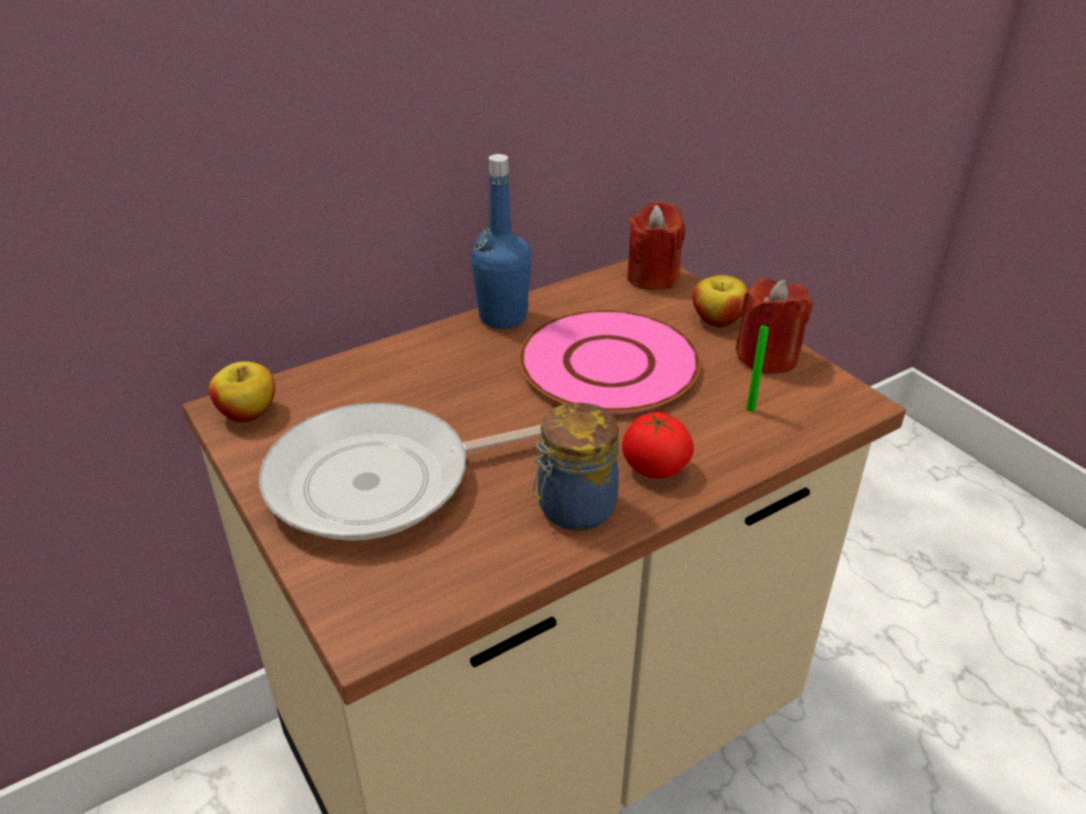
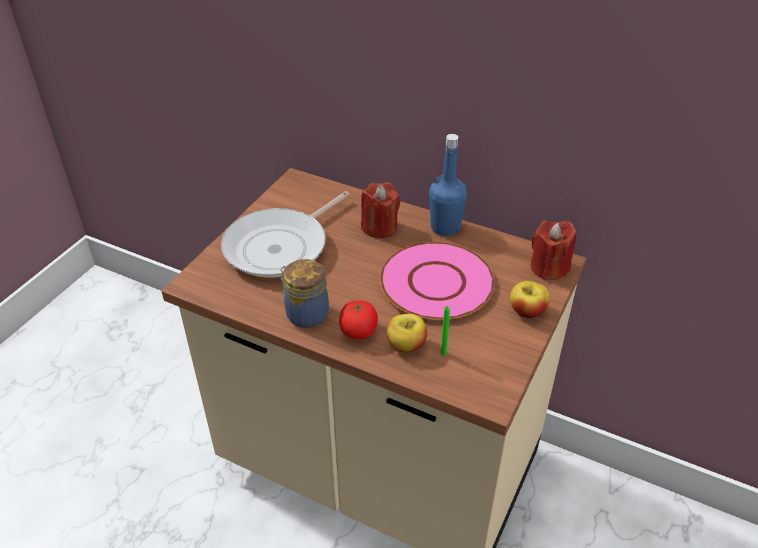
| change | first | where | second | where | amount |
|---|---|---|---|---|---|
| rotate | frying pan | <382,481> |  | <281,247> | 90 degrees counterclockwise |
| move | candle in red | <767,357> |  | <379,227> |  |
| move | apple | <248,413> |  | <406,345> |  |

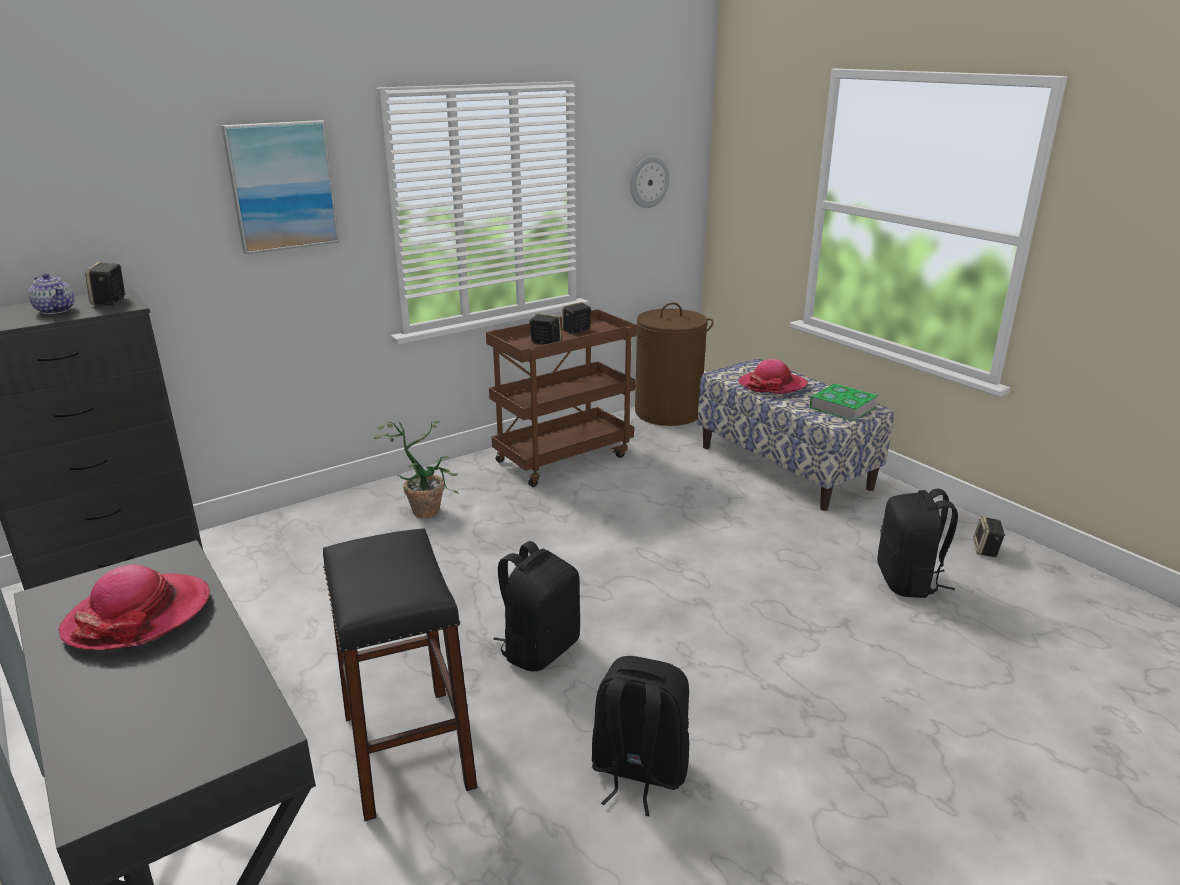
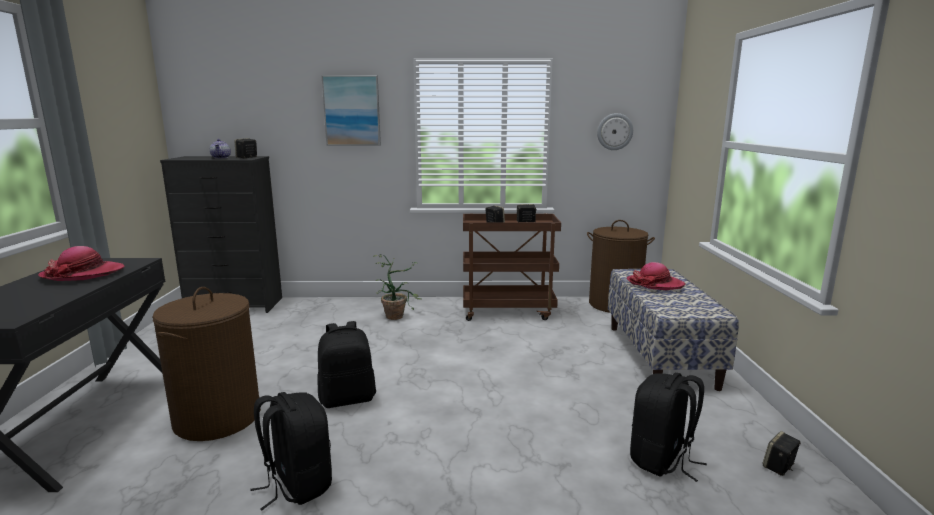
| change | first | where | second | where | amount |
|---|---|---|---|---|---|
| replace | stool in black | <407,750> | laundry basket in brown | <218,418> |  |
| delete | book | <842,407> |  |  |  |

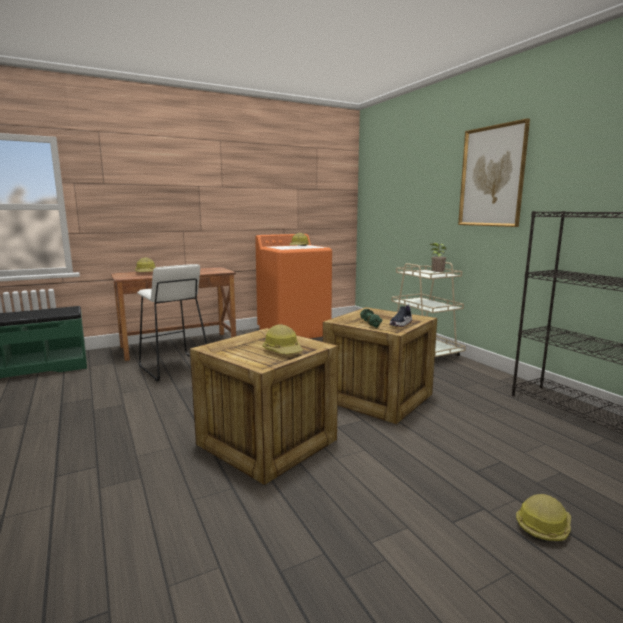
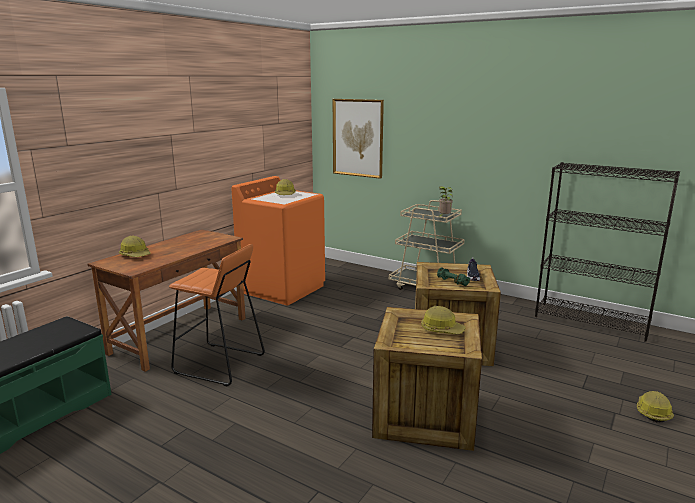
| change | first | where | second | where | amount |
|---|---|---|---|---|---|
| recolor | stool in white | <174,367> | stool in orange | <219,364> |  |
| move | picture | <492,176> |  | <358,138> |  |

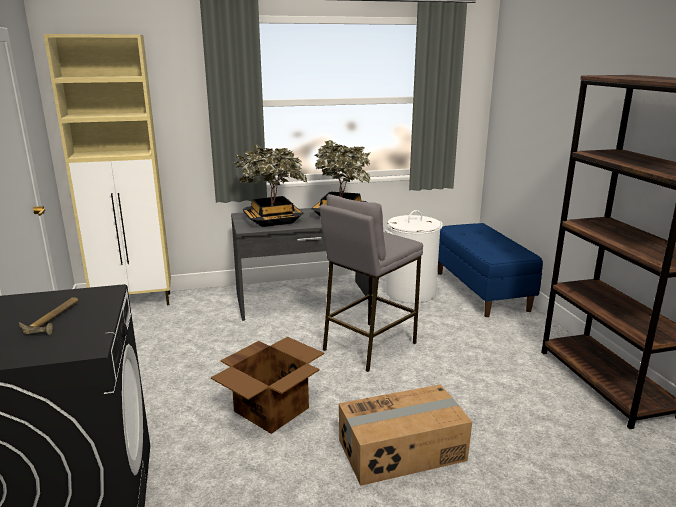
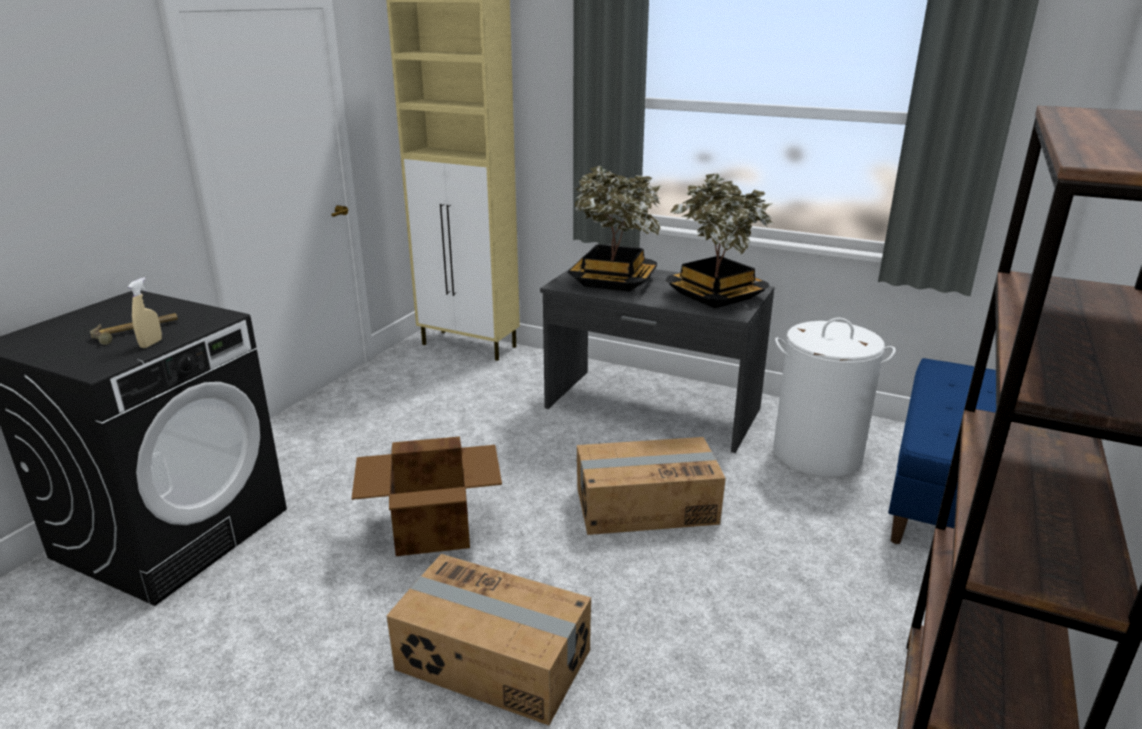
| change | first | where | second | where | amount |
|---|---|---|---|---|---|
| insert |  |  | spray bottle in beige | <151,344> |  |
| replace | stool in grey | <368,346> | cardboard box | <645,505> |  |

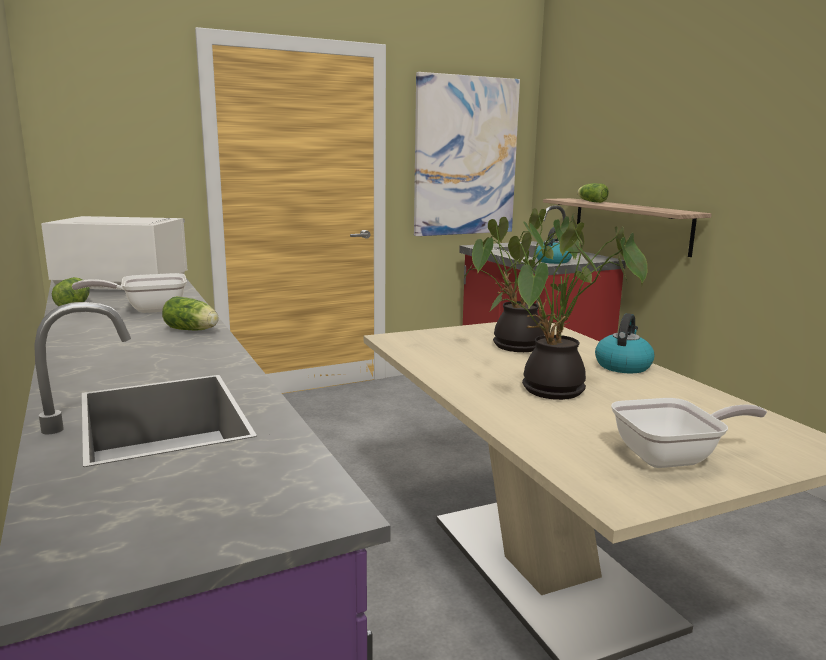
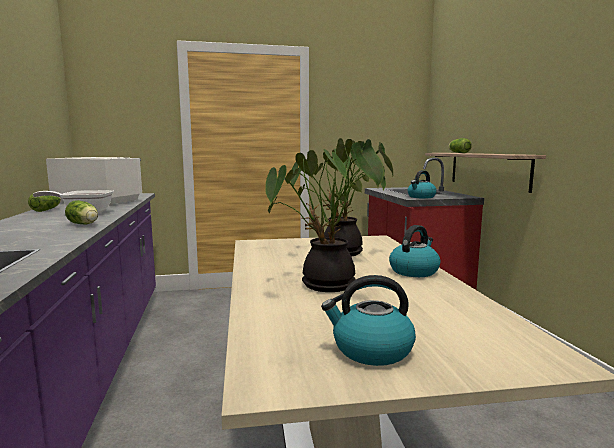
| change | first | where | second | where | amount |
|---|---|---|---|---|---|
| replace | frying pan | <673,457> | kettle | <371,350> |  |
| delete | picture | <465,157> |  |  |  |

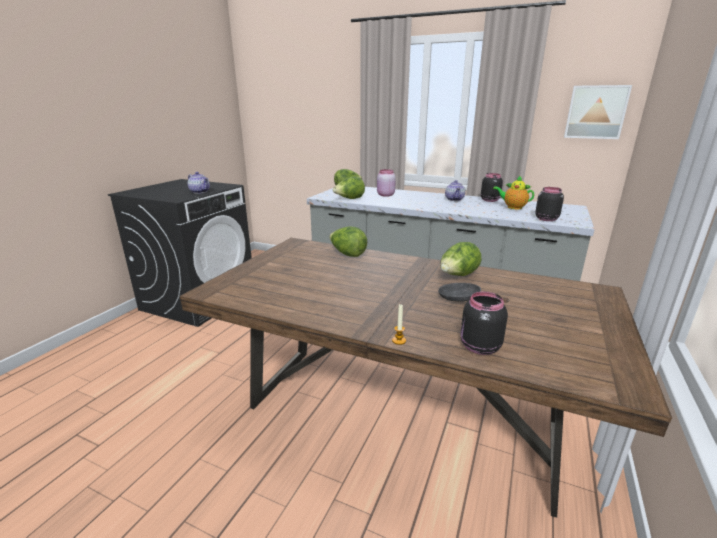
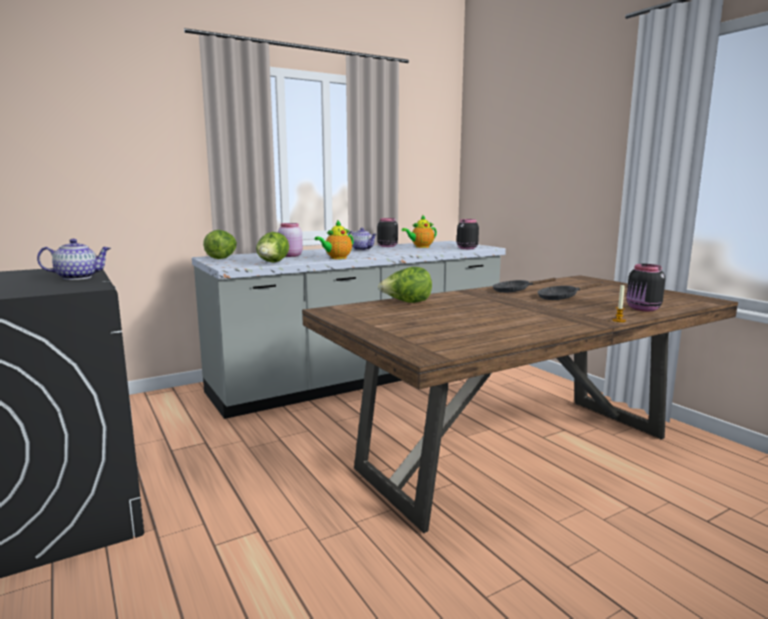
| change | first | where | second | where | amount |
|---|---|---|---|---|---|
| insert |  |  | teapot | <336,258> |  |
| replace | lettuce | <458,276> | frying pan in black | <515,291> |  |
| delete | picture | <595,112> |  |  |  |

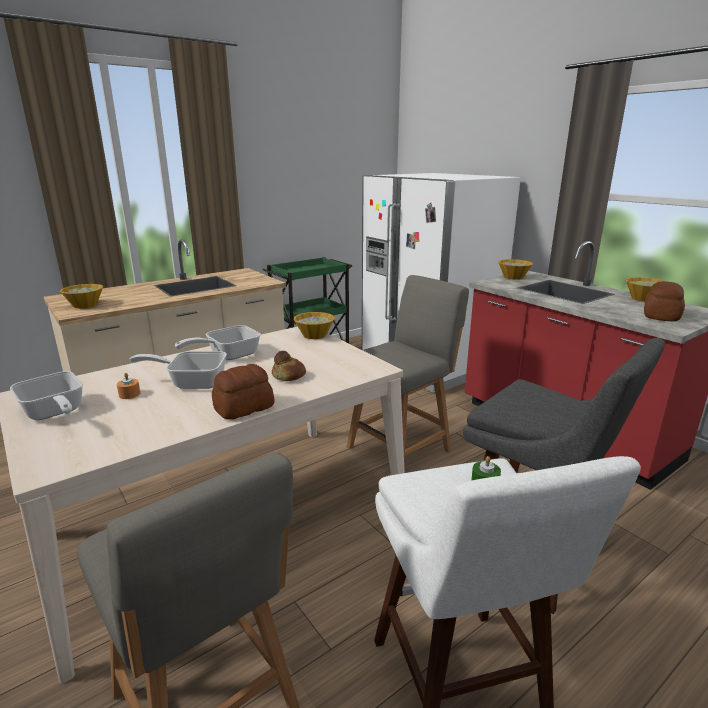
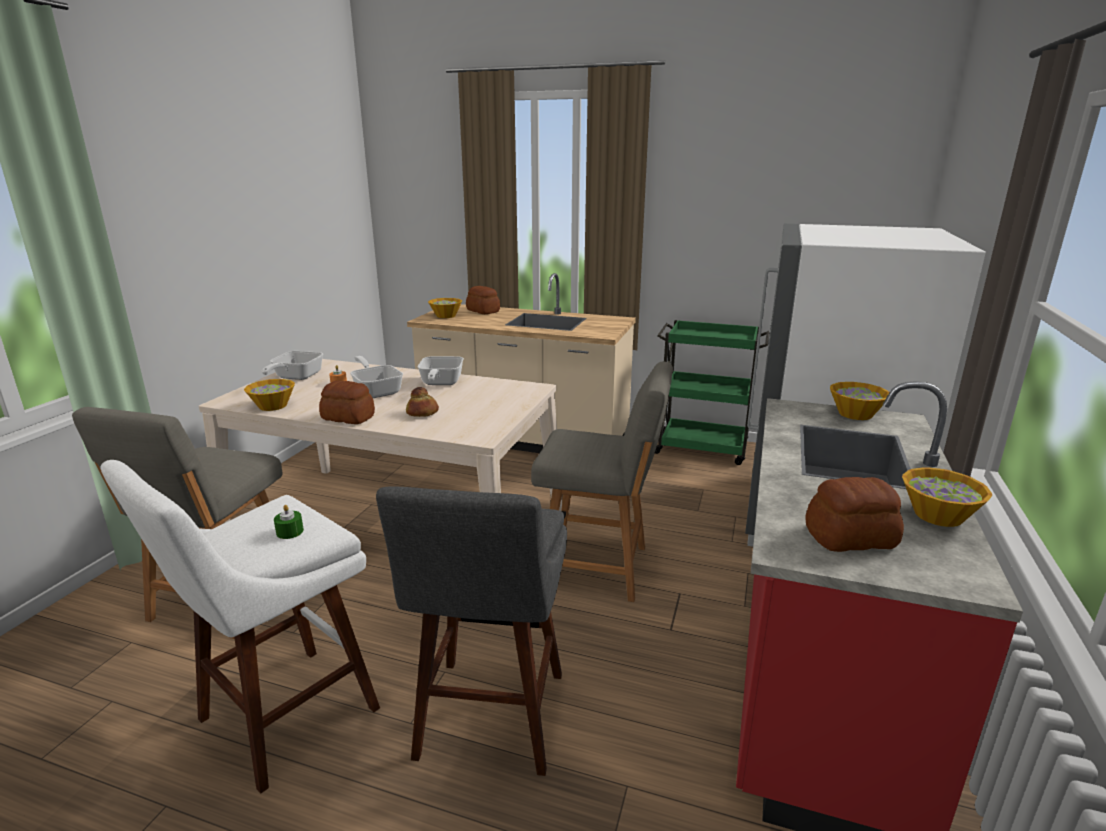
| change | first | where | second | where | amount |
|---|---|---|---|---|---|
| move | bowl | <314,335> |  | <272,406> |  |
| rotate | frying pan | <228,355> |  | <440,383> | 105 degrees counterclockwise |
| insert |  |  | bread | <483,311> |  |

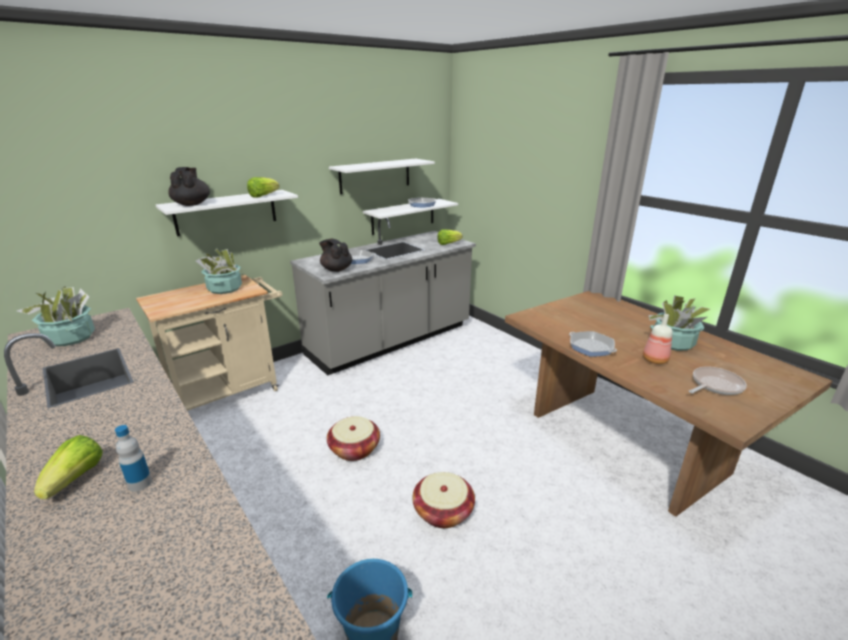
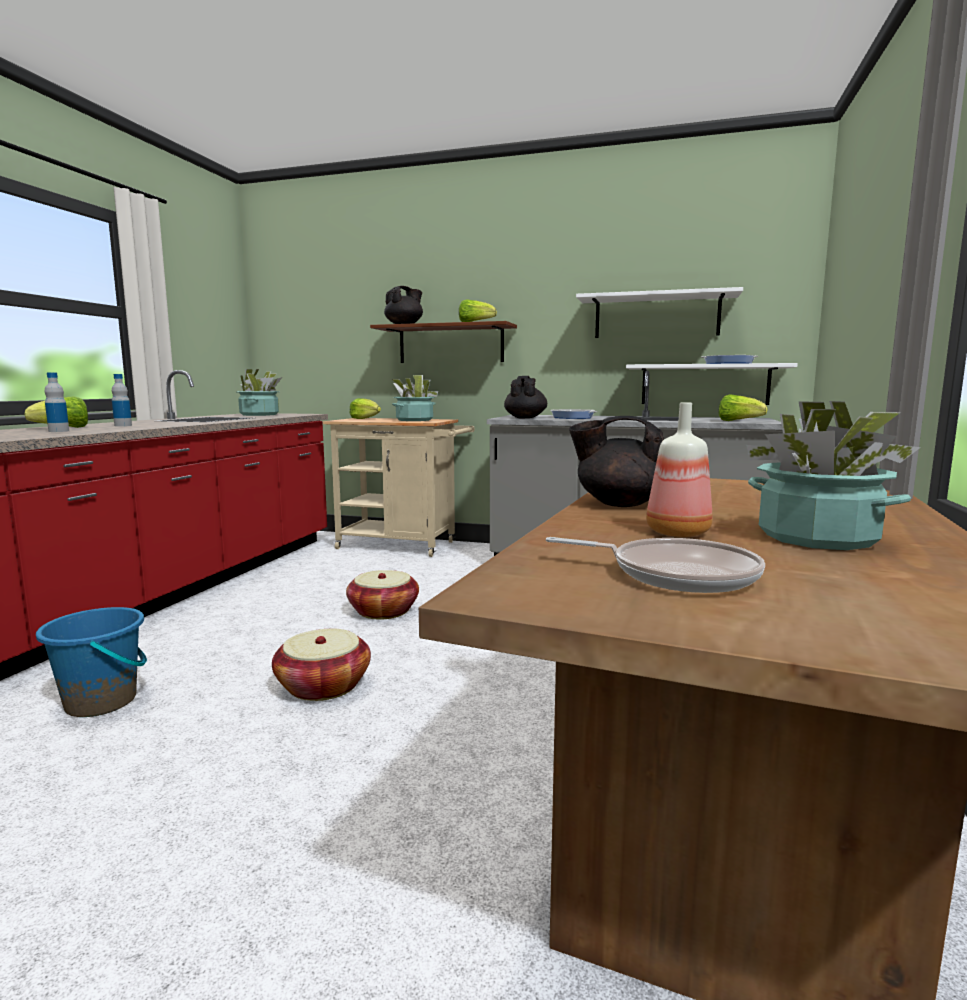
| change | first | where | second | where | amount |
|---|---|---|---|---|---|
| insert |  |  | bottle | <123,425> |  |
| insert |  |  | lettuce | <365,419> |  |
| recolor | shelf in white | <226,212> | shelf in brown | <451,344> |  |
| replace | frying pan | <591,347> | teapot in black | <619,504> |  |

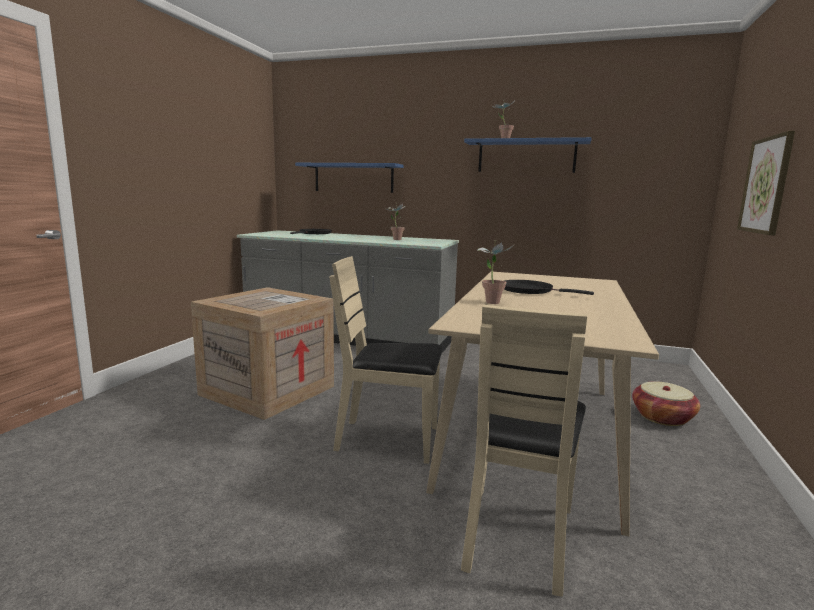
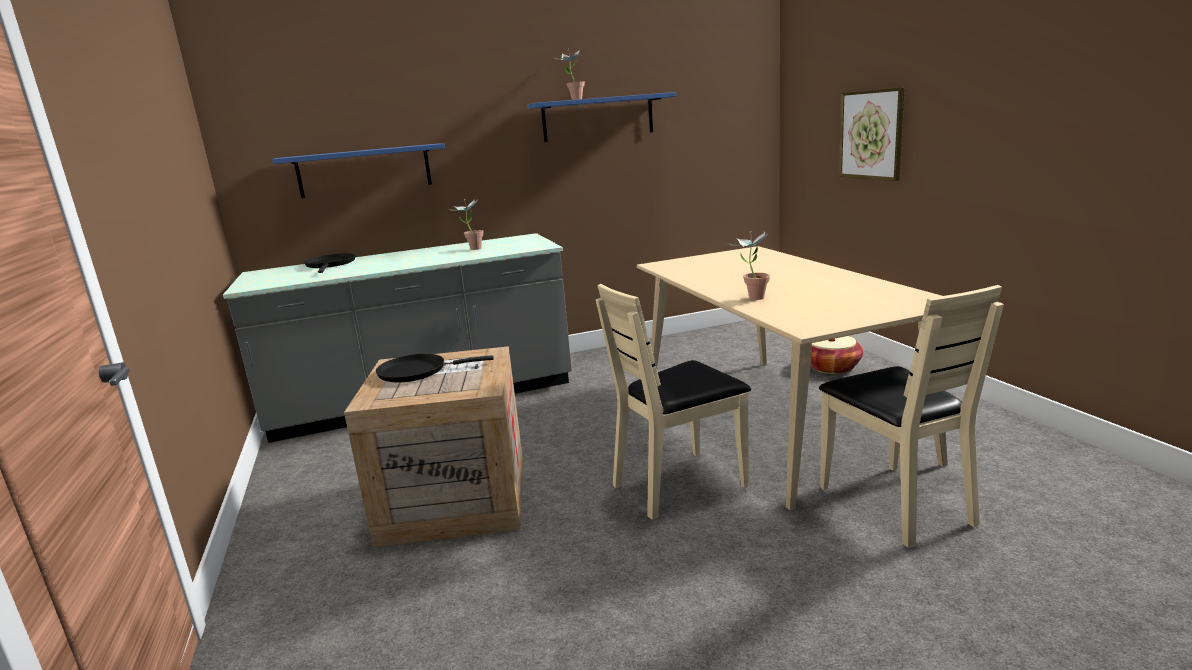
| change | first | where | second | where | amount |
|---|---|---|---|---|---|
| move | frying pan in black | <530,290> |  | <417,371> |  |

